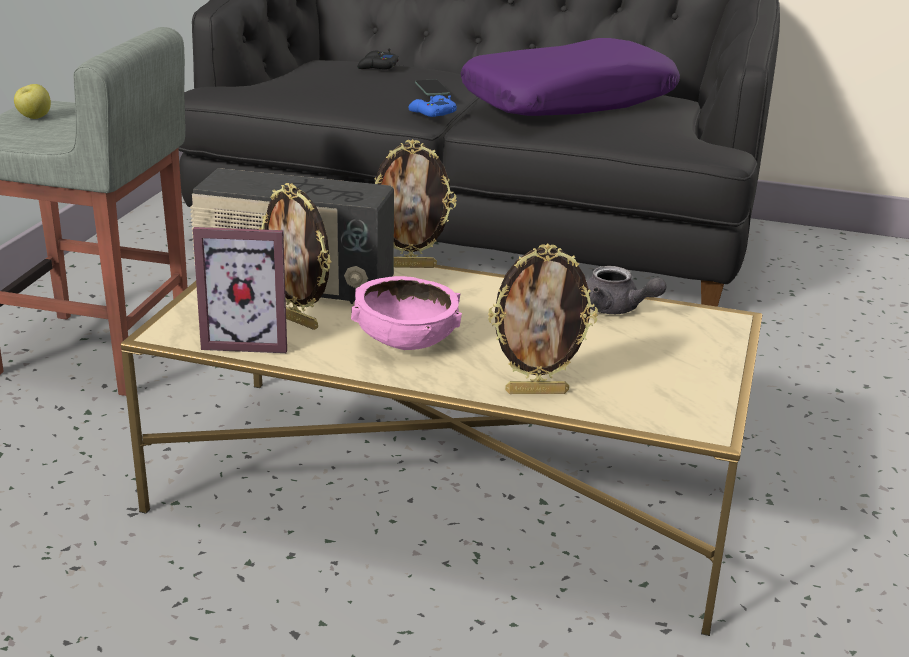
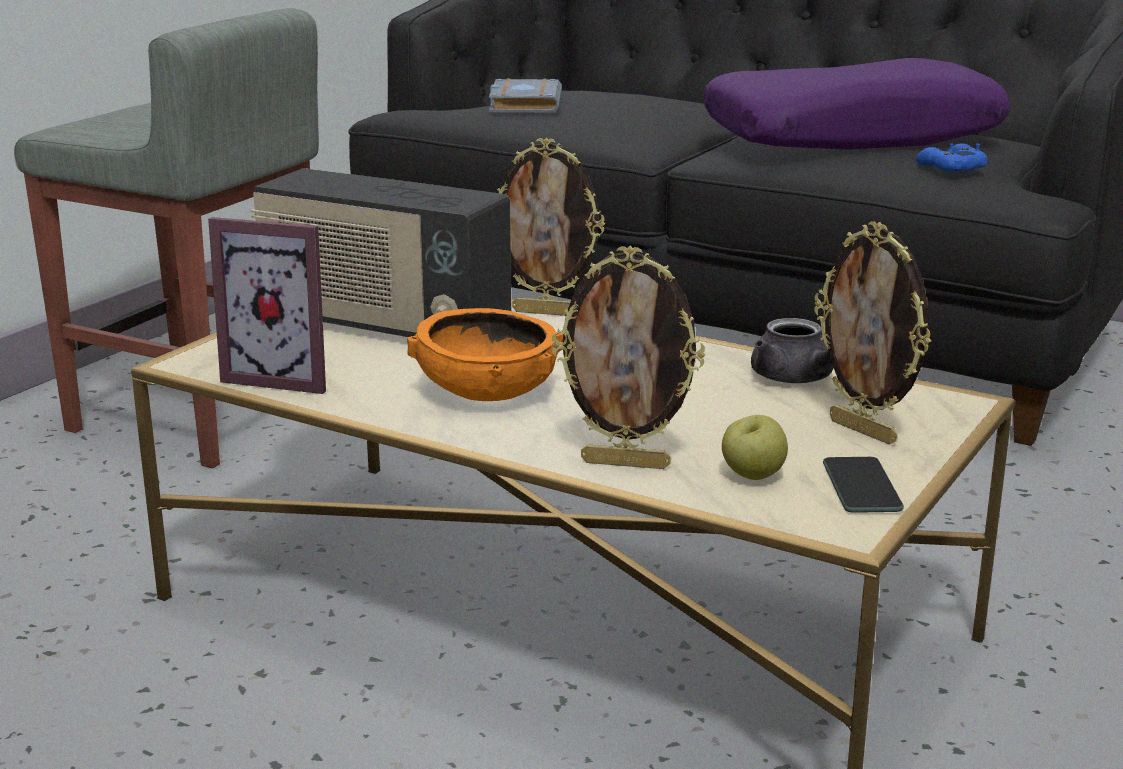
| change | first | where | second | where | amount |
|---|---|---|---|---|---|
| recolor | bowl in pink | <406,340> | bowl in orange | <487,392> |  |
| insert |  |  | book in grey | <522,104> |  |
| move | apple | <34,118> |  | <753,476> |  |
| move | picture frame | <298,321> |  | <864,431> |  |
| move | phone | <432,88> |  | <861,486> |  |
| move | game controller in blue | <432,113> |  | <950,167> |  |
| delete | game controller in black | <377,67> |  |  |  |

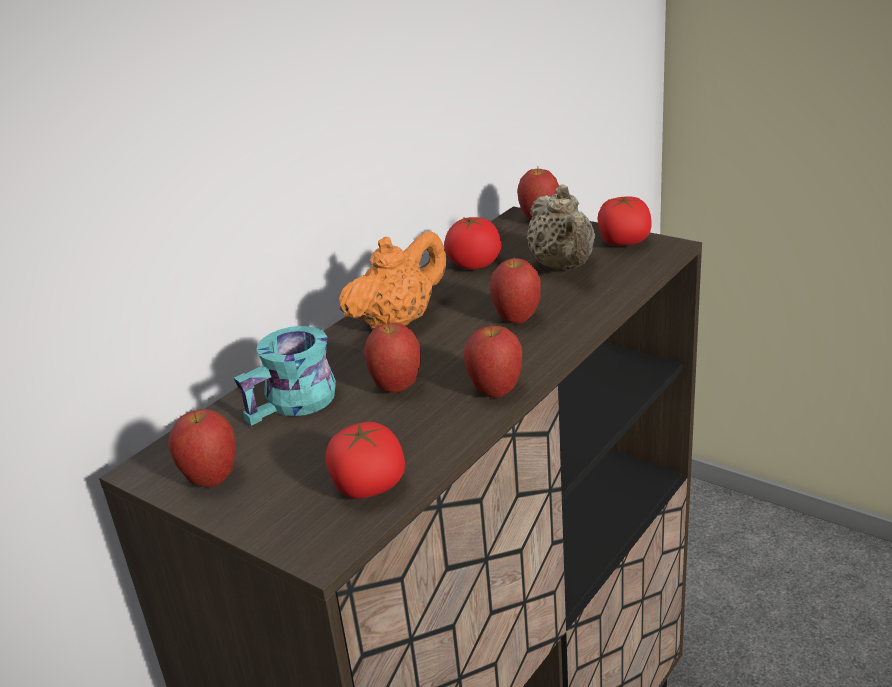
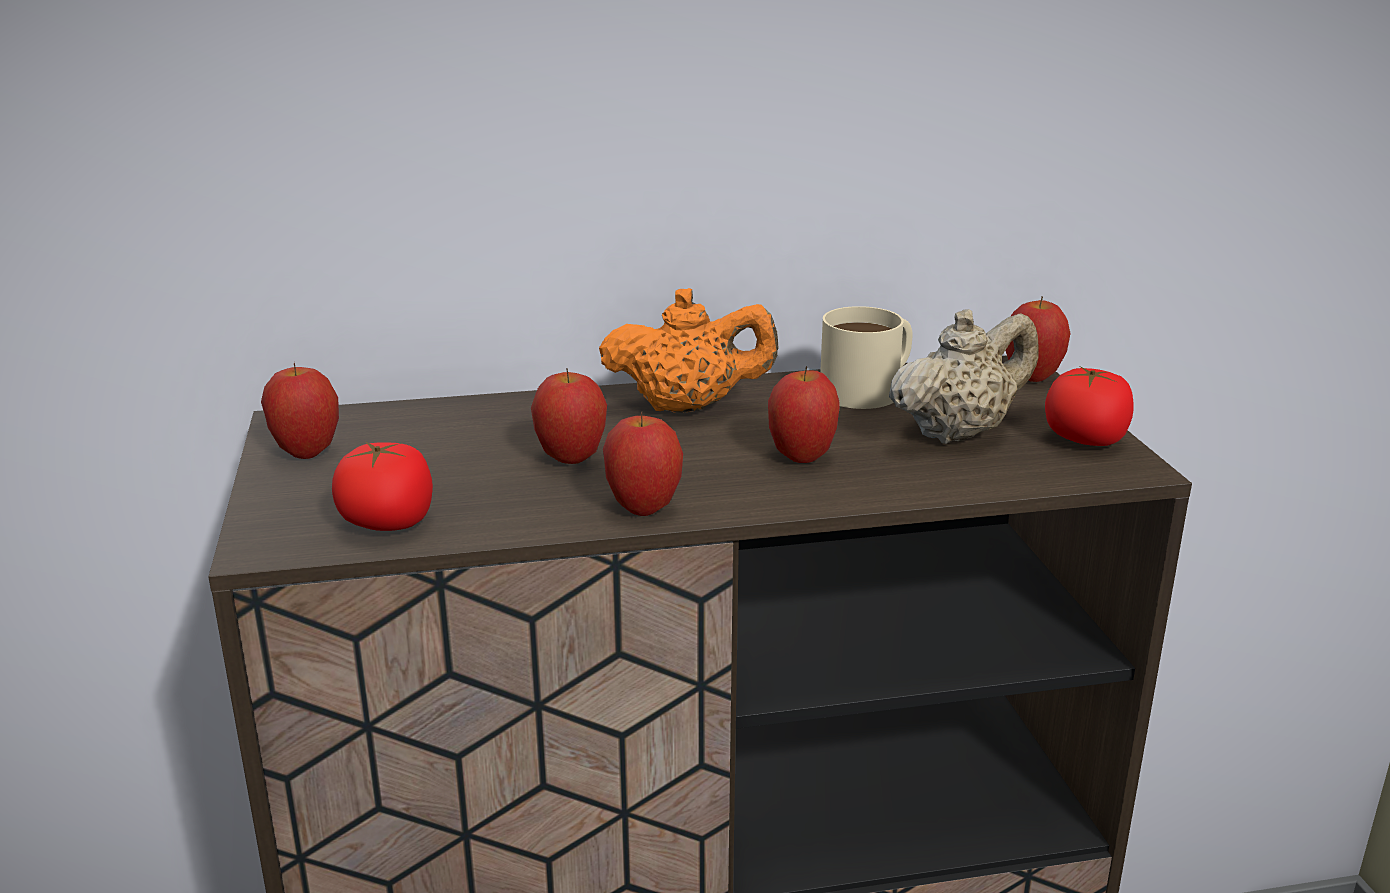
| change | first | where | second | where | amount |
|---|---|---|---|---|---|
| replace | tomato | <474,264> | mug in beige | <870,389> |  |
| rotate | teapot in beige | <563,267> |  | <958,433> | 150 degrees counterclockwise |
| delete | mug in turquoise | <295,404> |  |  |  |

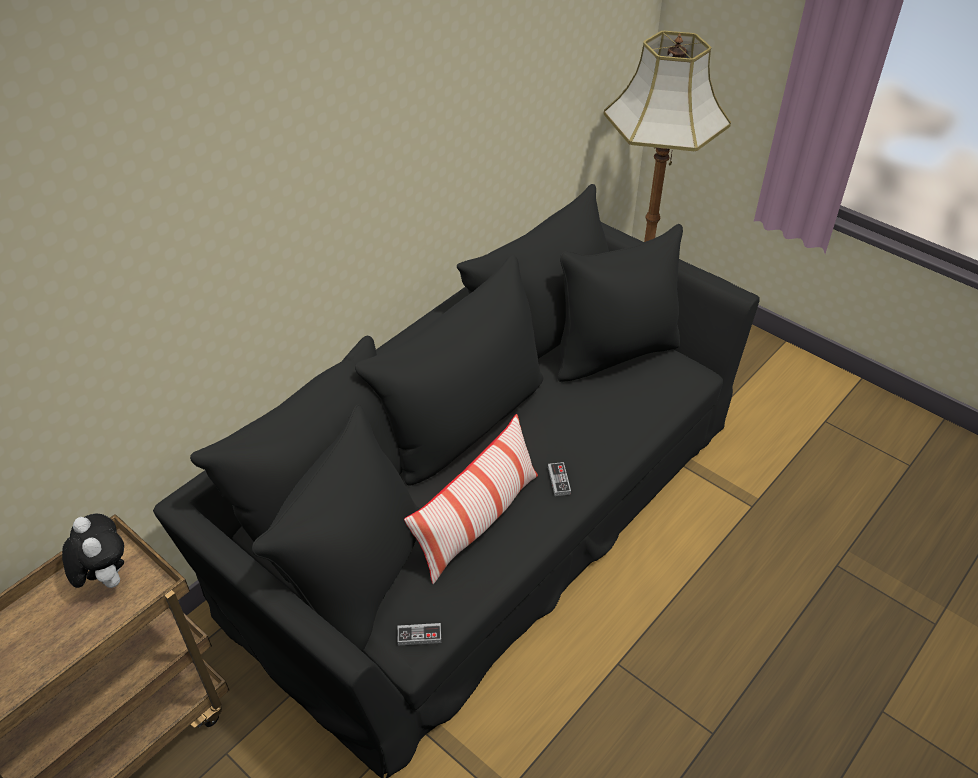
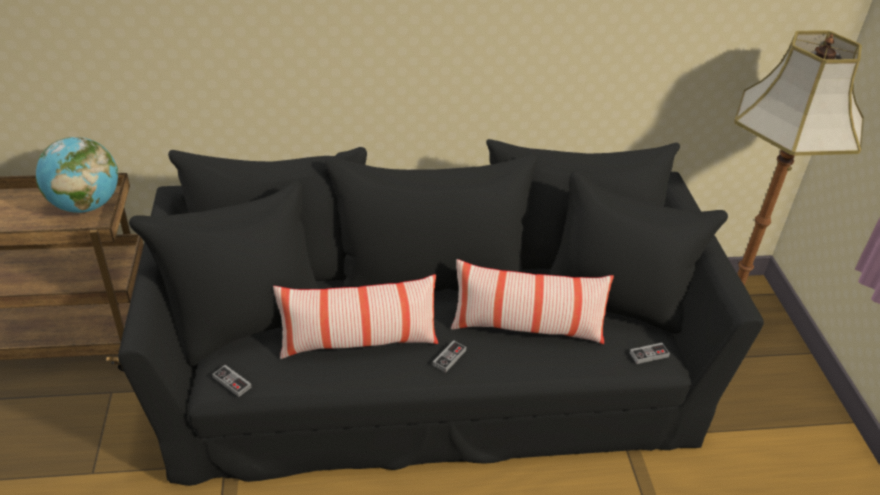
| change | first | where | second | where | amount |
|---|---|---|---|---|---|
| replace | plush toy | <105,578> | globe | <86,205> |  |
| insert |  |  | pillow | <527,328> |  |
| insert |  |  | game controller | <649,355> |  |

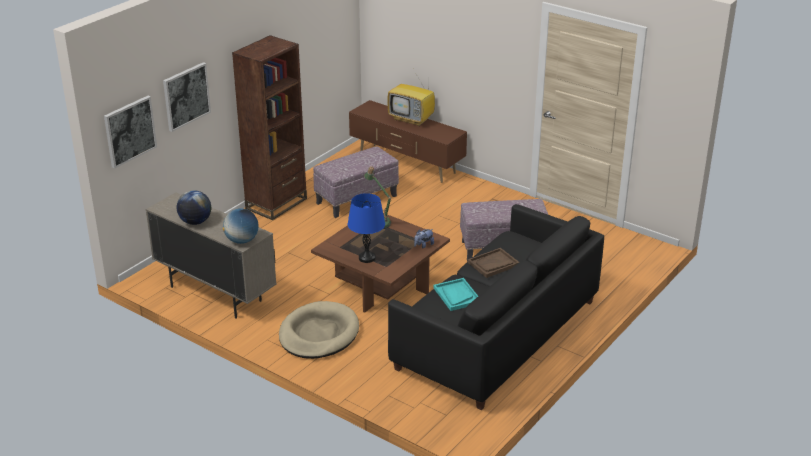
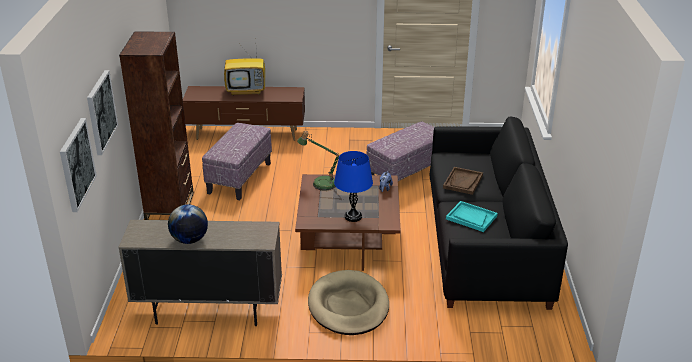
| change | first | where | second | where | amount |
|---|---|---|---|---|---|
| delete | globe | <242,240> |  |  |  |

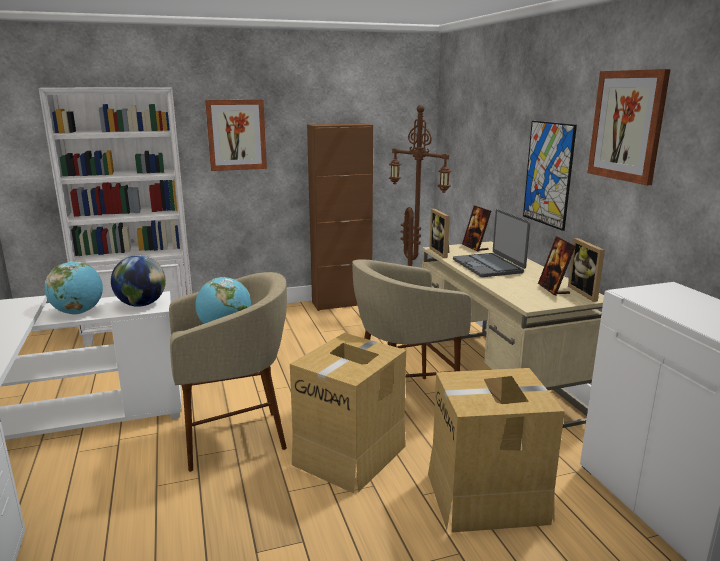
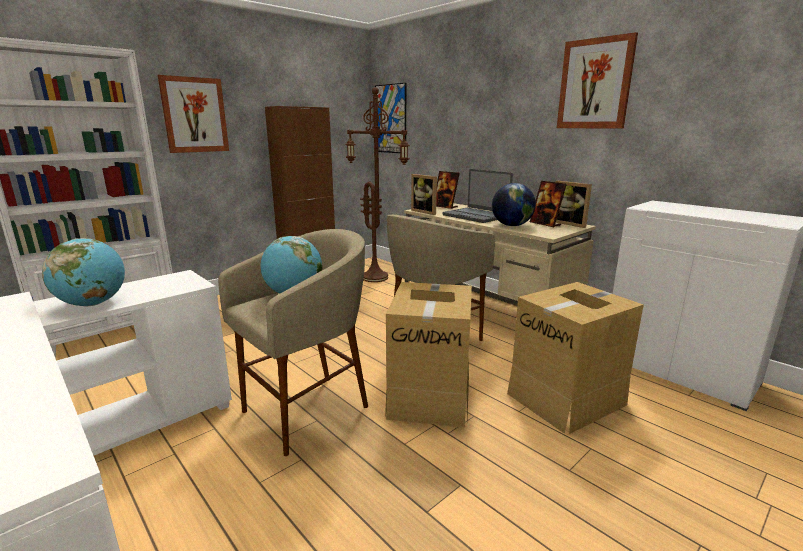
| change | first | where | second | where | amount |
|---|---|---|---|---|---|
| move | picture | <548,174> |  | <390,119> |  |
| move | globe | <141,304> |  | <511,225> |  |

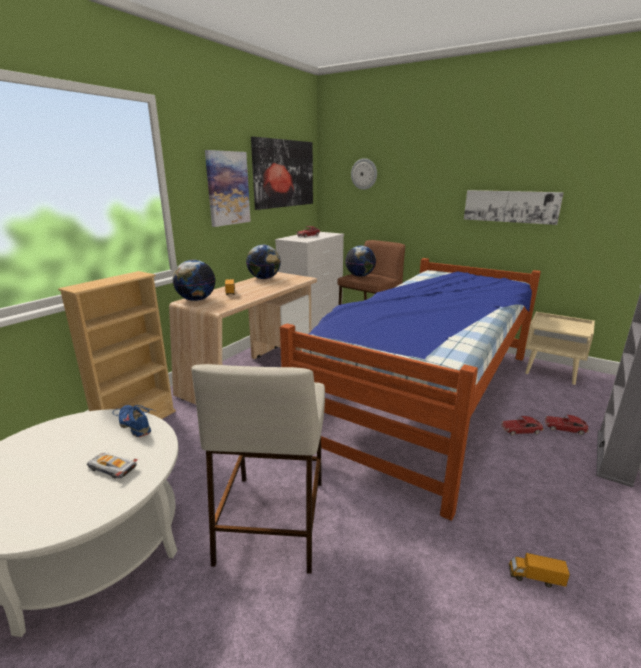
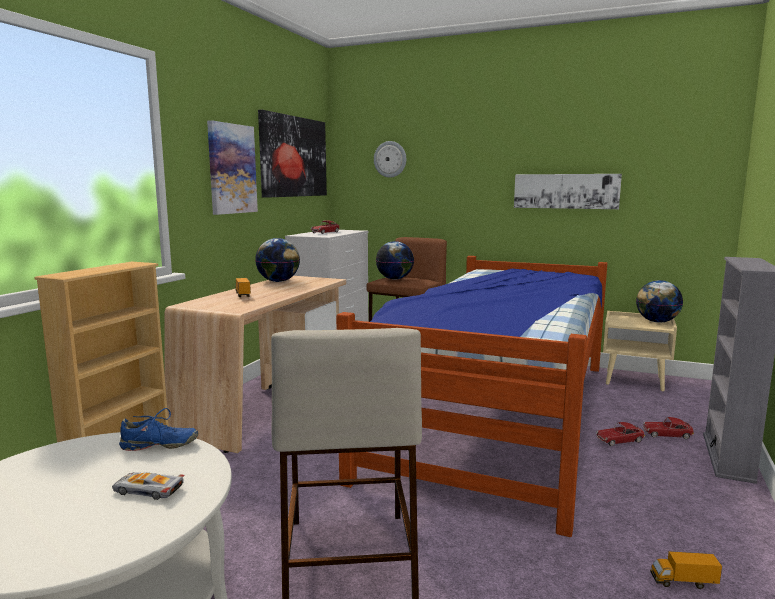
| change | first | where | second | where | amount |
|---|---|---|---|---|---|
| rotate | shoe in blue | <135,425> |  | <159,445> | 135 degrees clockwise |
| move | globe | <196,300> |  | <656,322> |  |

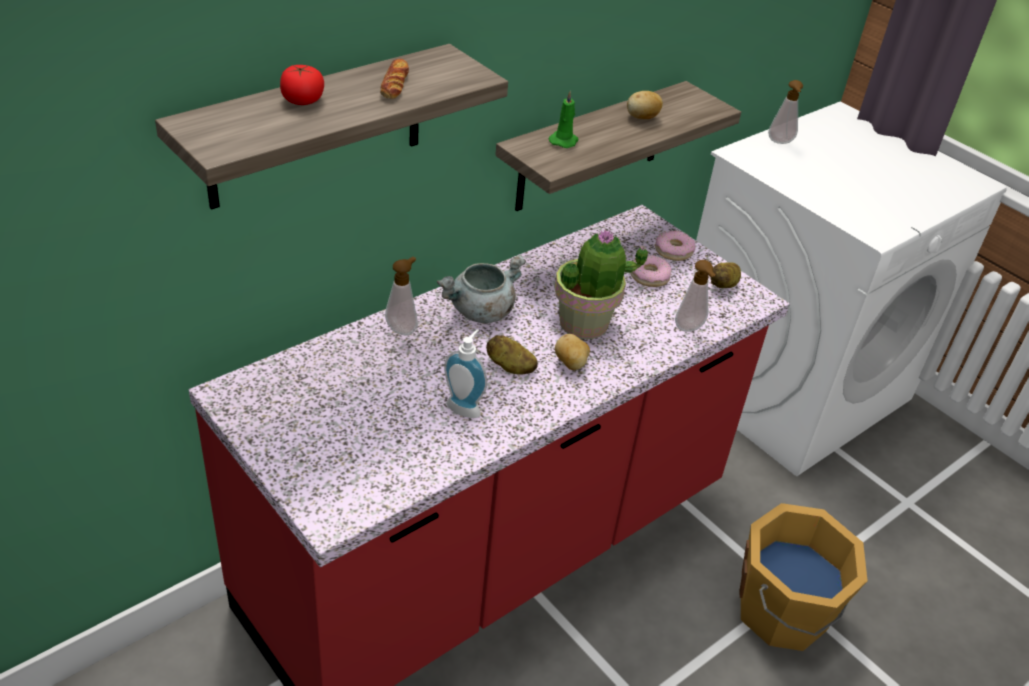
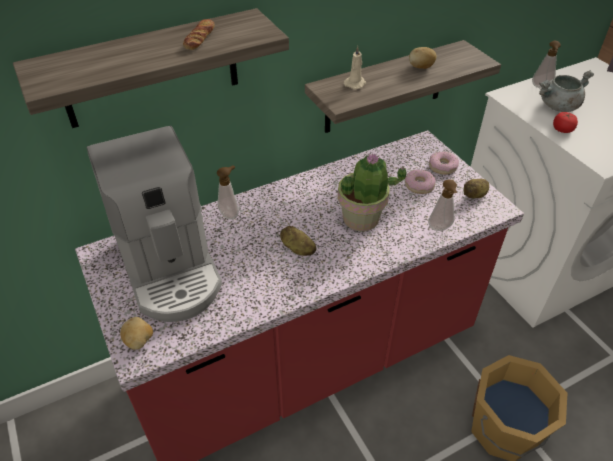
| change | first | where | second | where | amount |
|---|---|---|---|---|---|
| insert |  |  | coffee machine | <170,268> |  |
| move | potato | <571,364> |  | <139,341> |  |
| recolor | candle in green | <564,141> | candle in beige | <355,83> |  |
| move | cooking pot in grey | <481,312> |  | <558,106> |  |
| move | tomato | <302,100> |  | <562,129> |  |
| delete | soap dispenser | <465,406> |  |  |  |

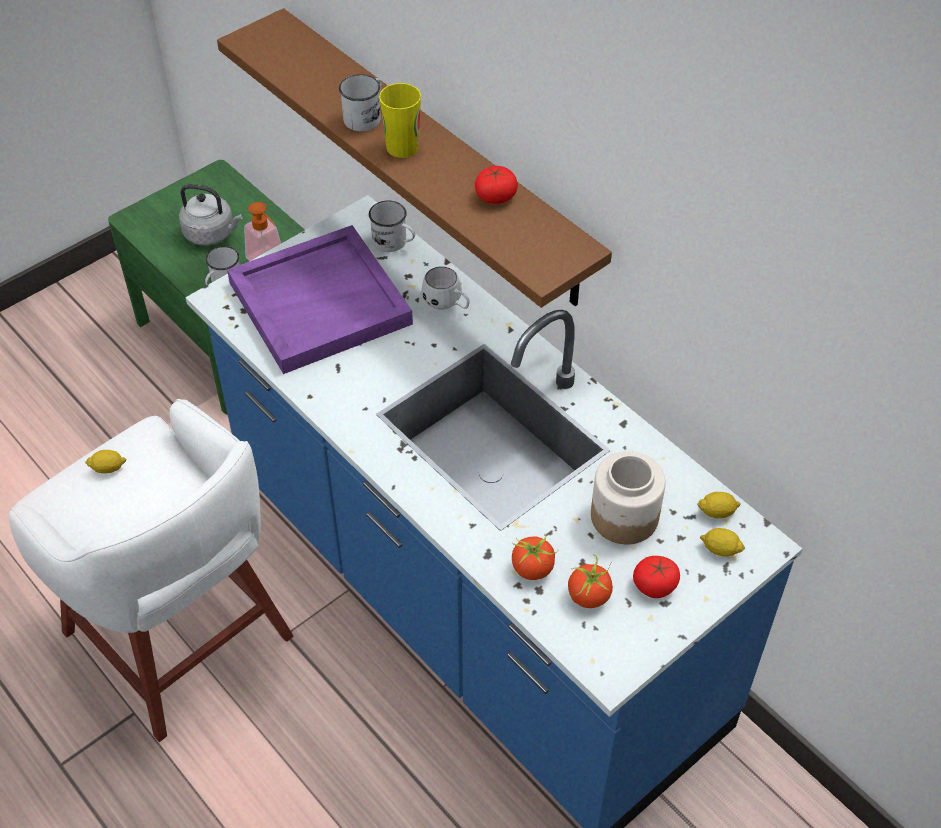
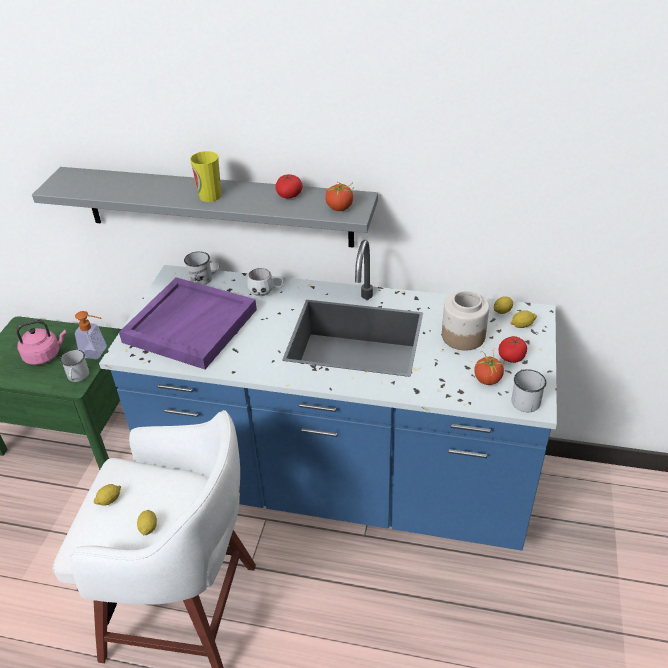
| change | first | where | second | where | amount |
|---|---|---|---|---|---|
| recolor | kettle in grey | <212,233> | kettle in pink | <44,355> |  |
| recolor | shelf in brown | <434,157> | shelf in grey | <216,206> |  |
| insert |  |  | lemon | <148,527> |  |
| move | tomato | <533,569> |  | <340,208> |  |
| move | mug in white | <366,116> |  | <524,398> |  |

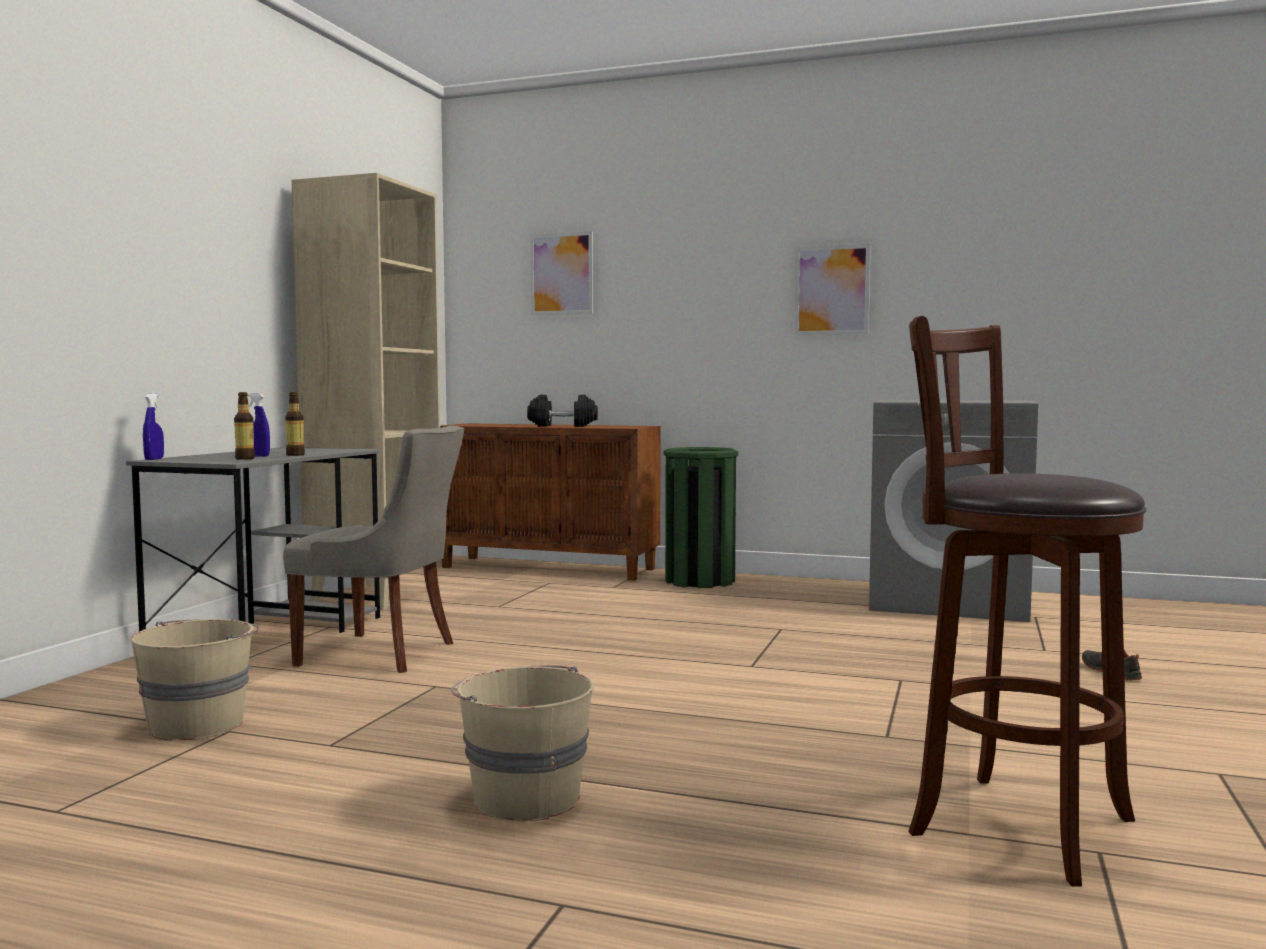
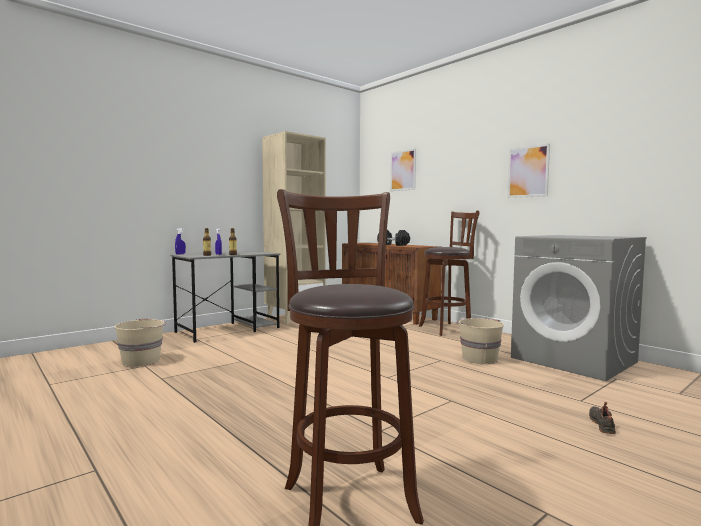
| change | first | where | second | where | amount |
|---|---|---|---|---|---|
| replace | trash can in green | <700,581> | stool in brown | <448,329> |  |
| move | bucket in beige | <524,797> |  | <479,358> |  |
| delete | chair in grey | <381,653> |  |  |  |

